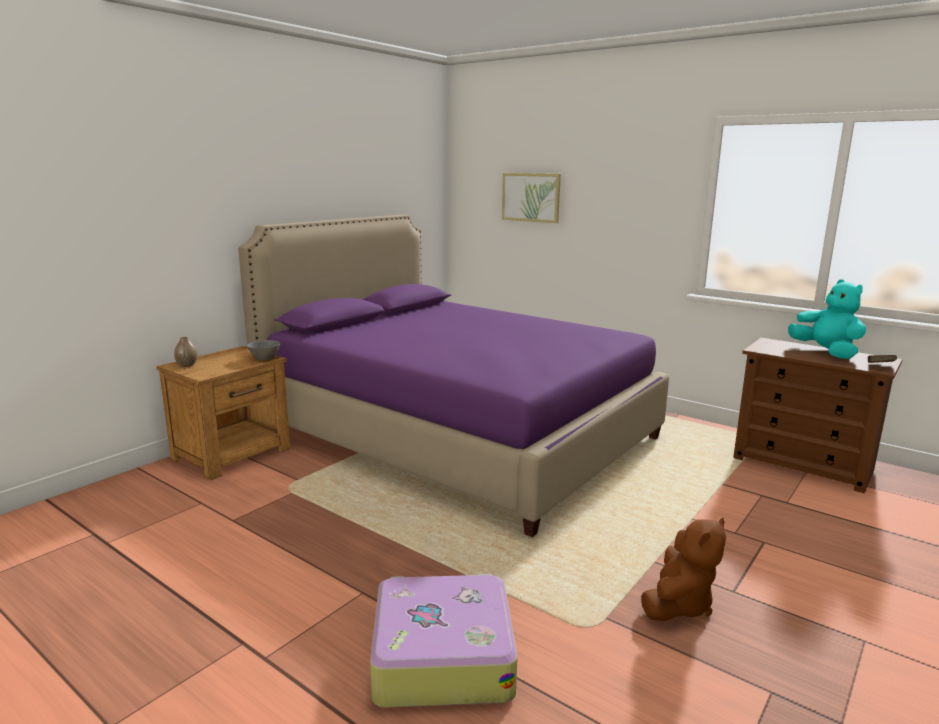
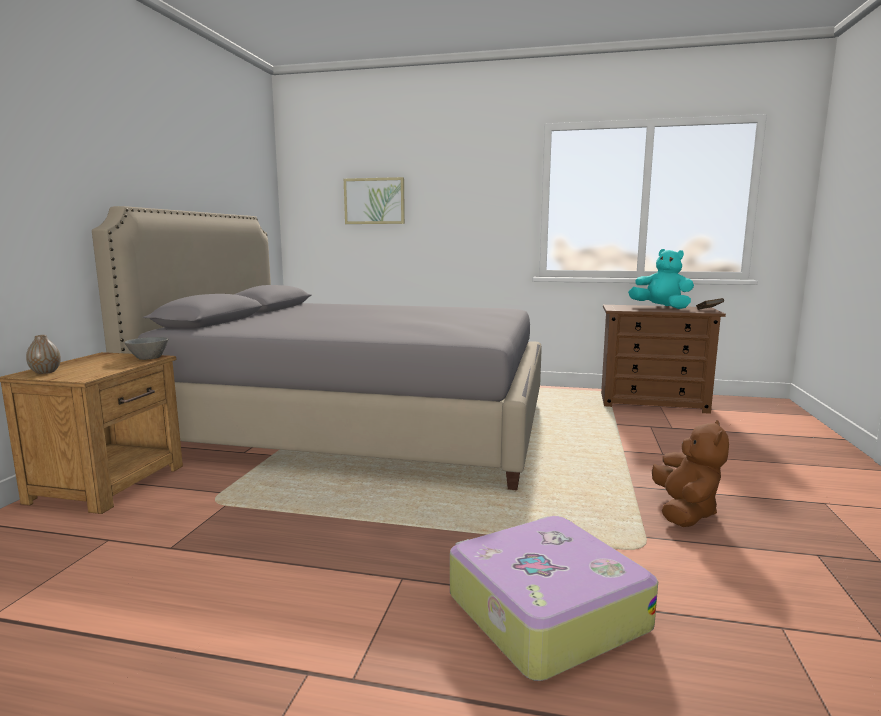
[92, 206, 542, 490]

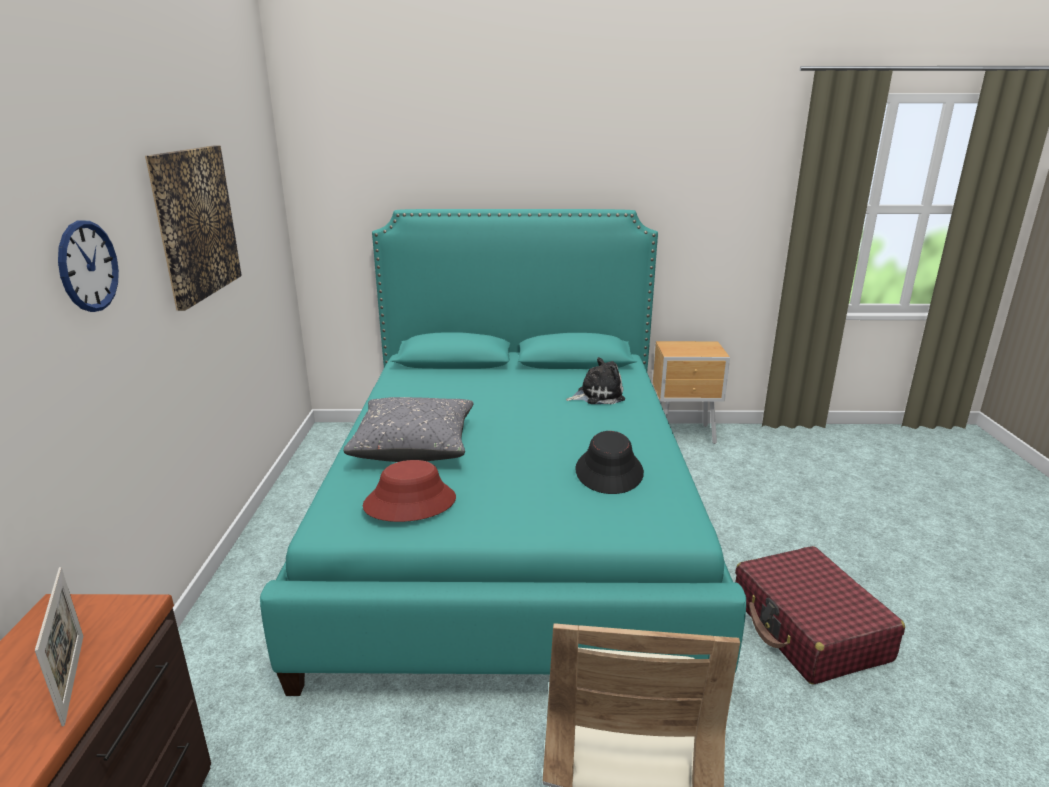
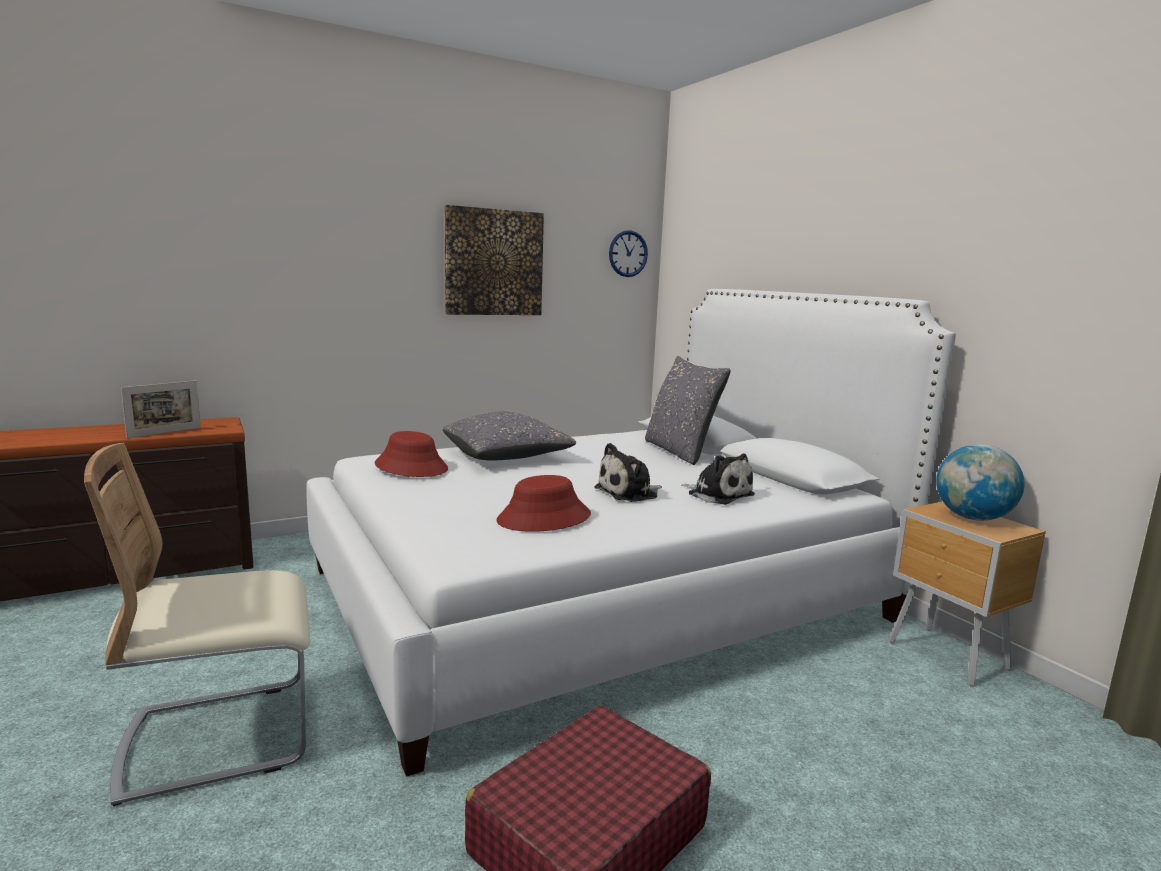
[306, 289, 956, 777]
[496, 475, 591, 532]
[594, 443, 662, 502]
[609, 230, 648, 277]
[645, 356, 731, 465]
[936, 444, 1024, 521]

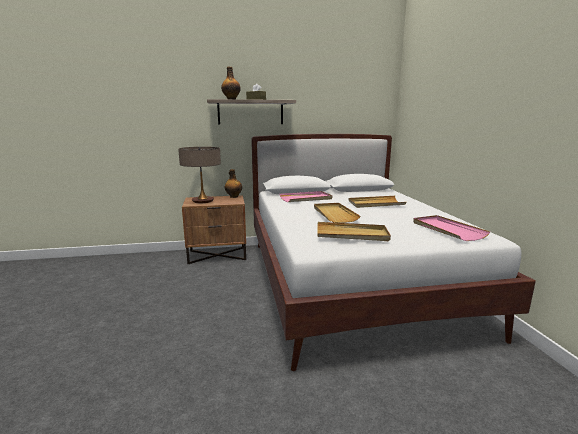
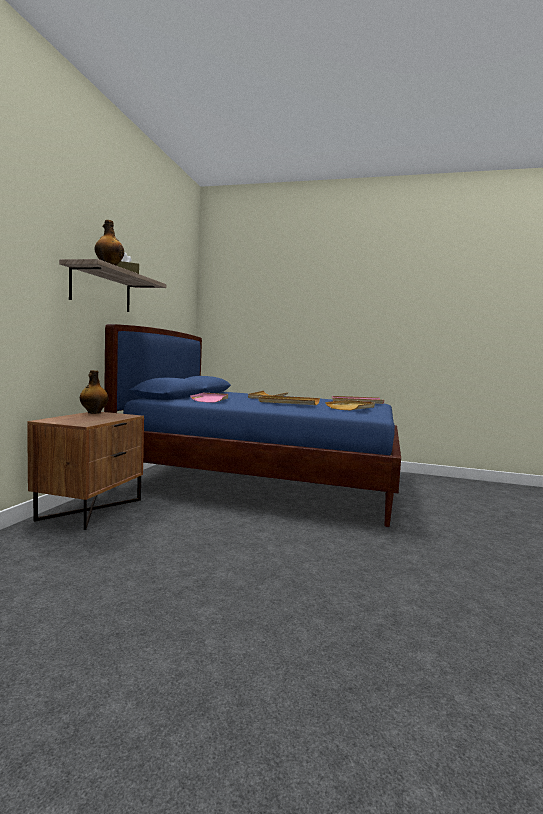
[104, 324, 401, 527]
[178, 147, 221, 203] (first image)

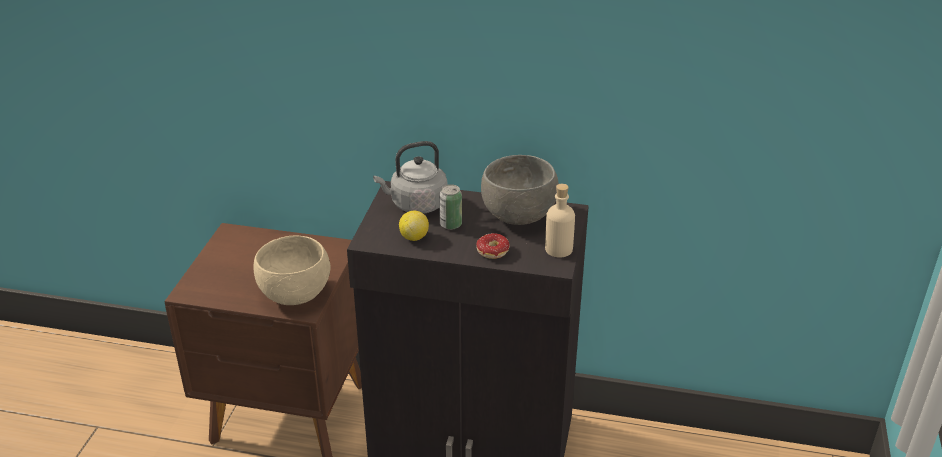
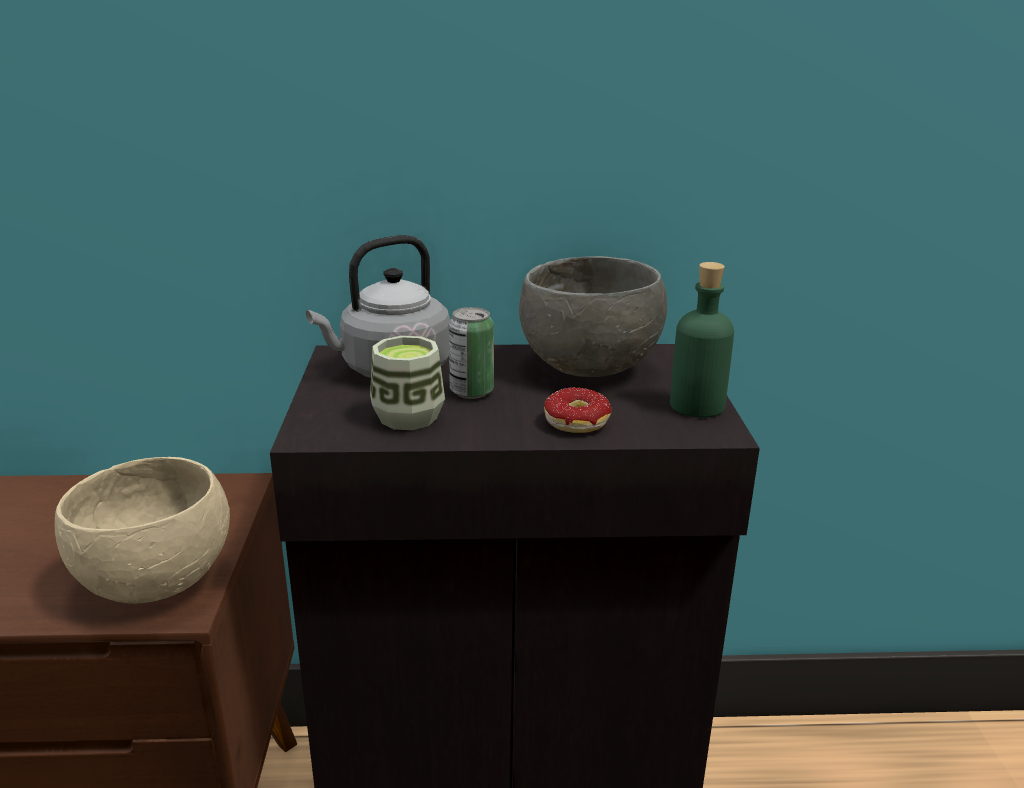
[370, 336, 445, 430]
[670, 262, 734, 418]

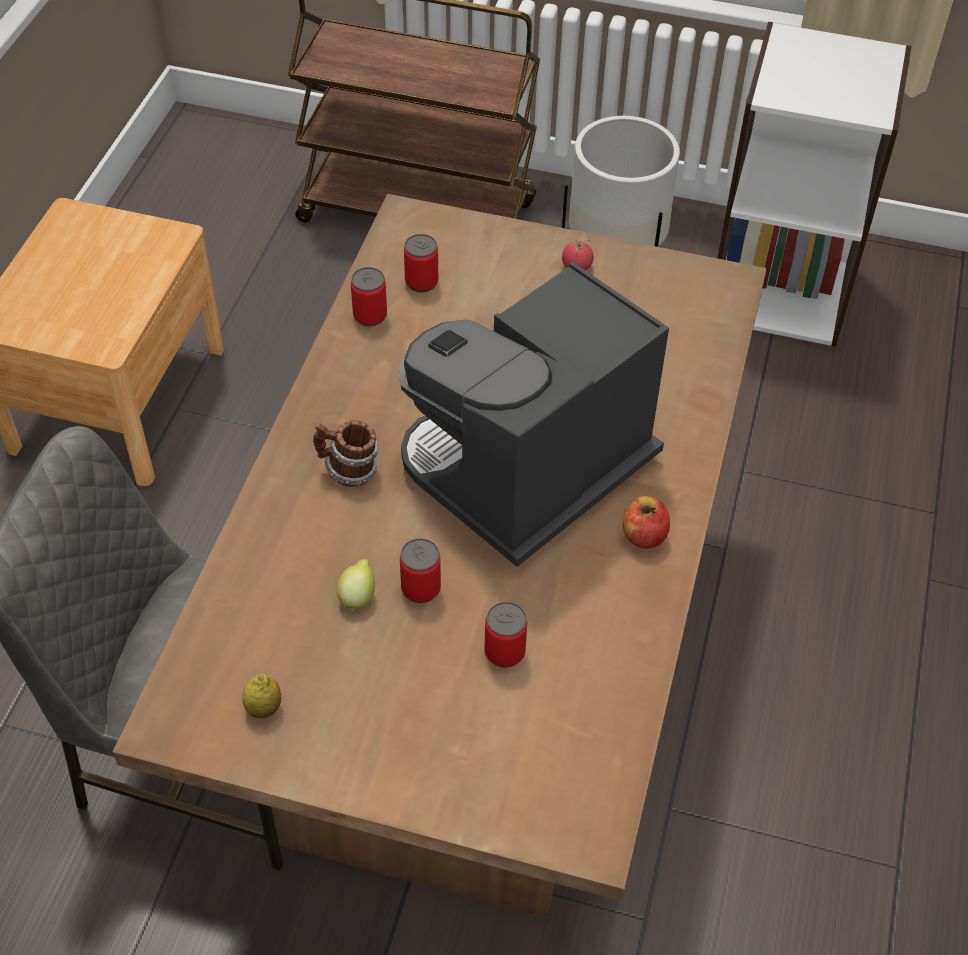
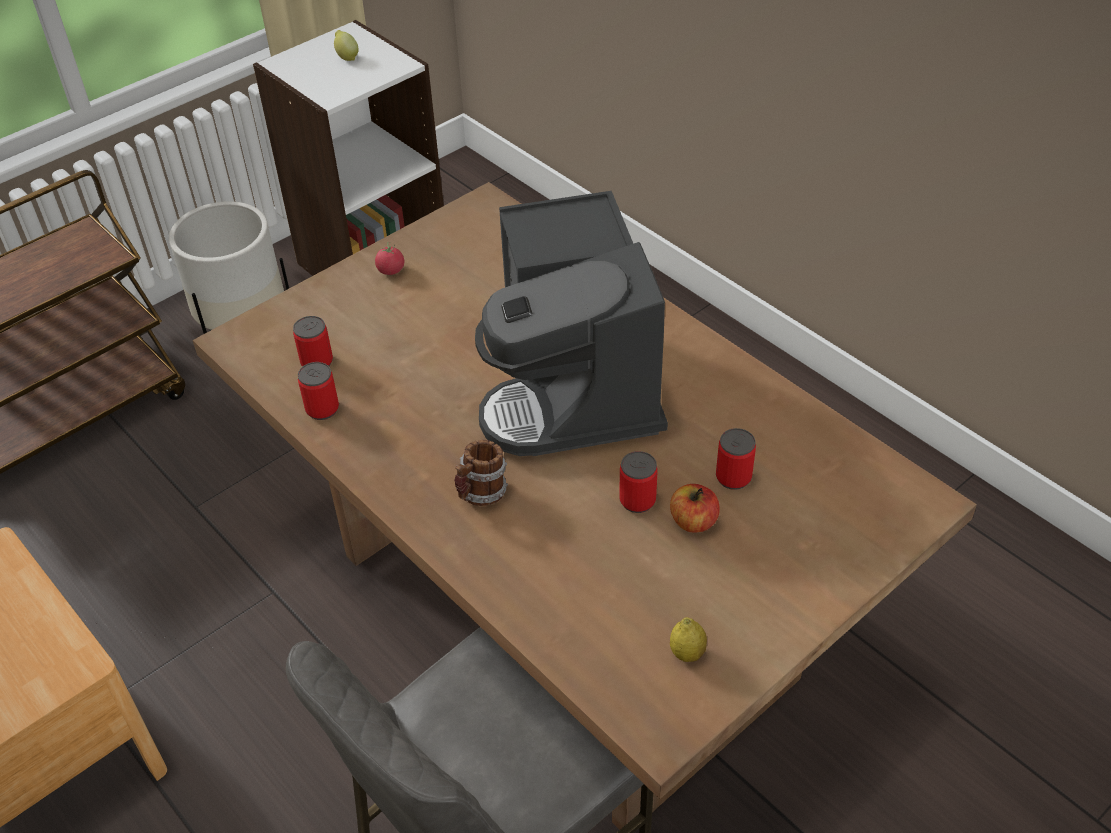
[334, 30, 359, 61]
[670, 484, 720, 532]

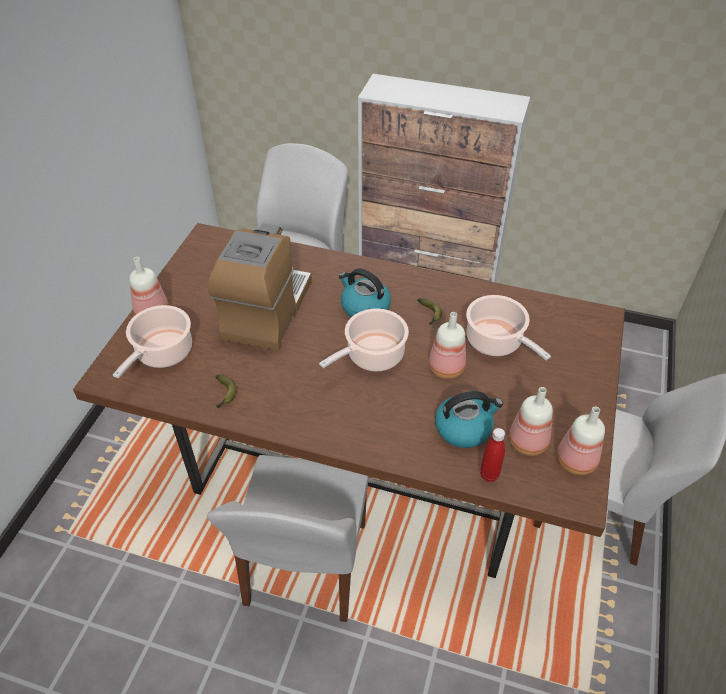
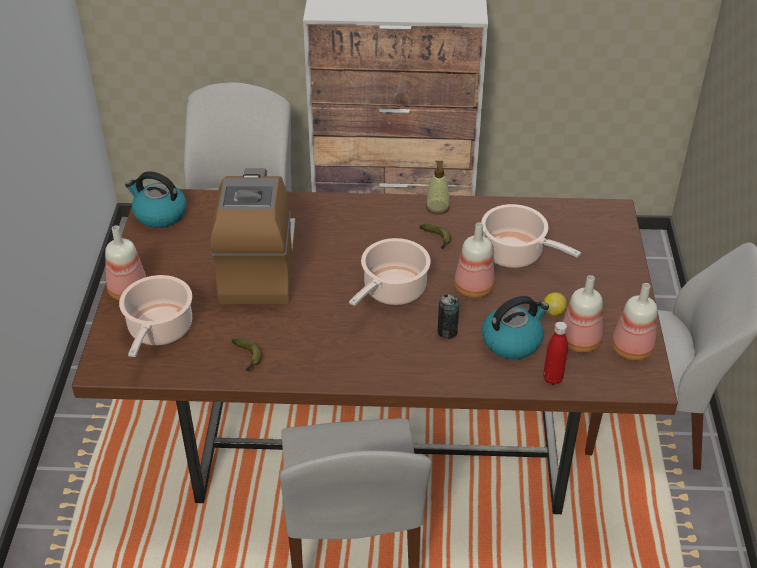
[125, 171, 187, 228]
[426, 161, 450, 214]
[438, 294, 459, 339]
[544, 292, 567, 316]

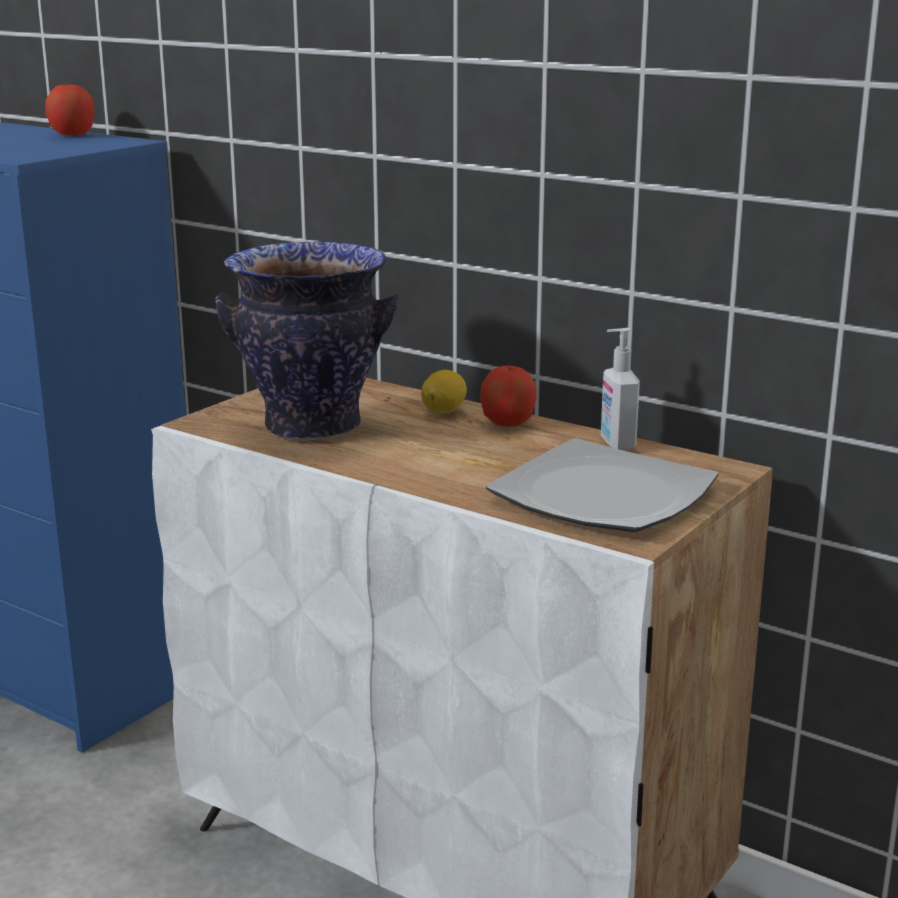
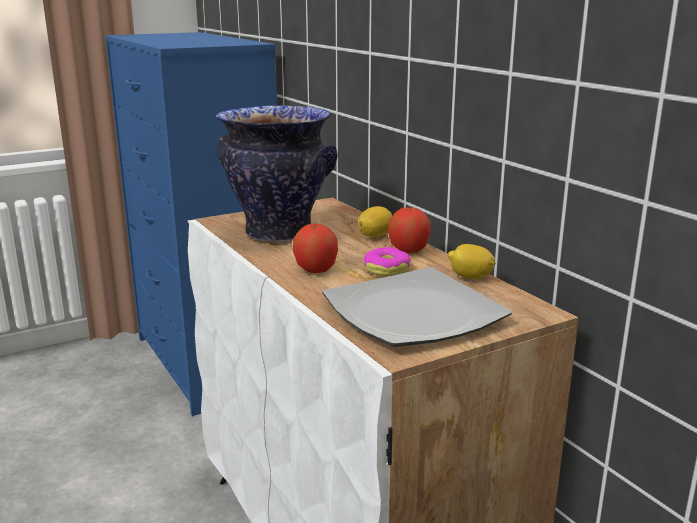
[293, 223, 338, 273]
[363, 247, 411, 276]
[448, 244, 496, 279]

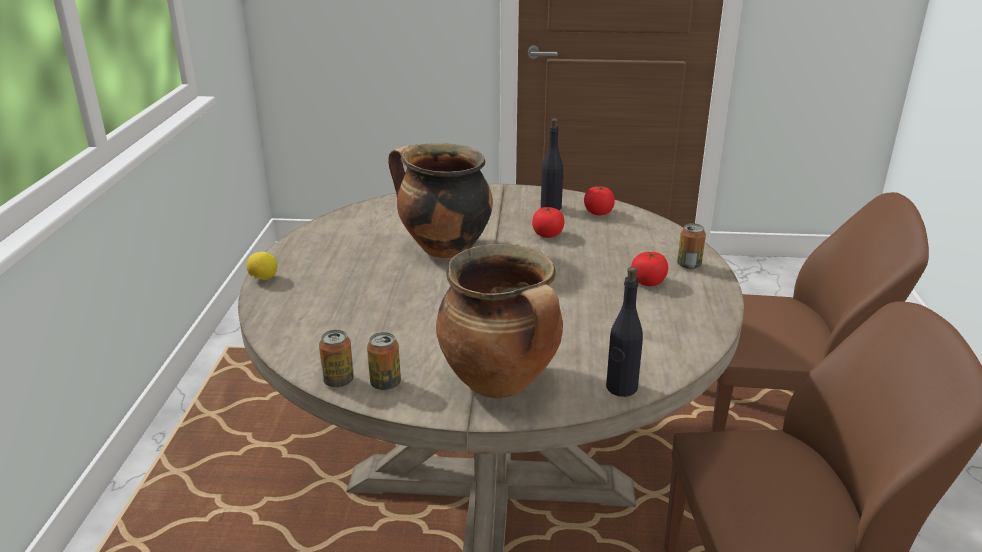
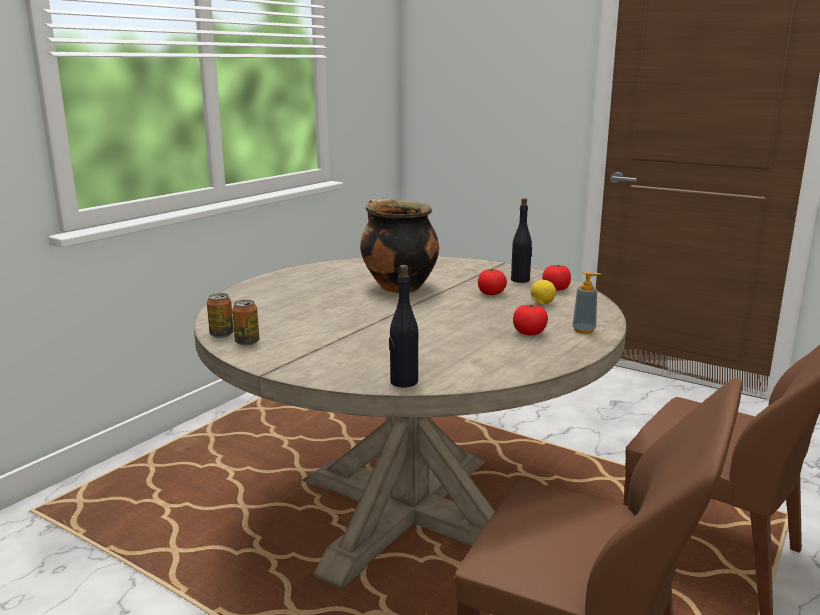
[531, 280, 556, 304]
[572, 272, 601, 334]
[436, 244, 563, 399] (first image)

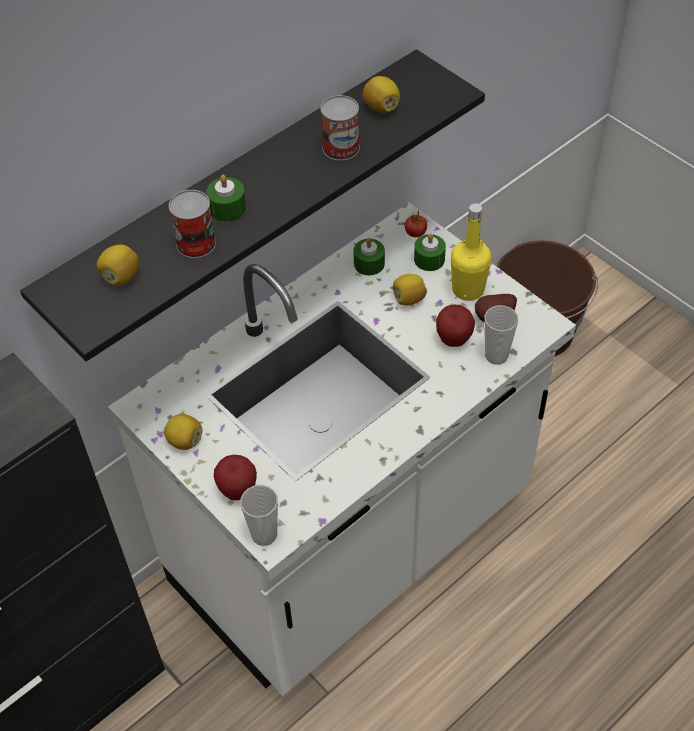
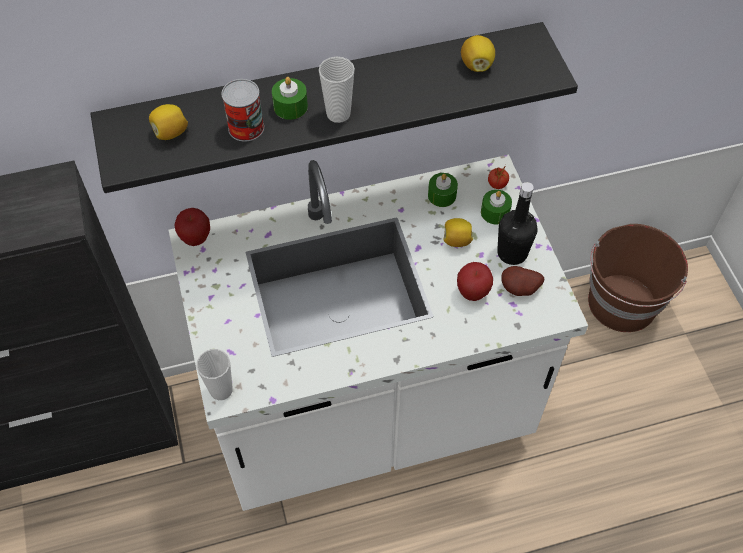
[174, 208, 210, 246]
[319, 57, 355, 123]
[497, 182, 538, 265]
[164, 414, 202, 450] (first image)
[320, 95, 360, 161] (first image)

